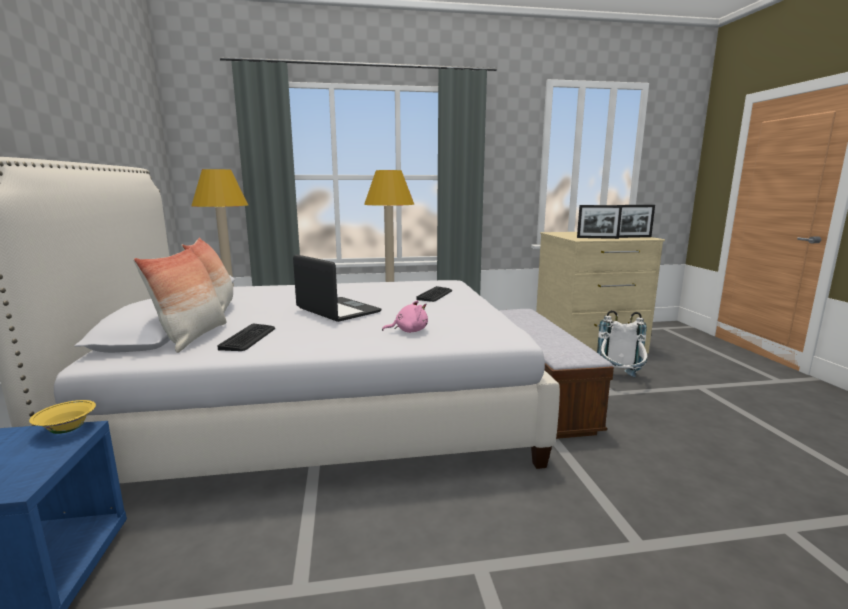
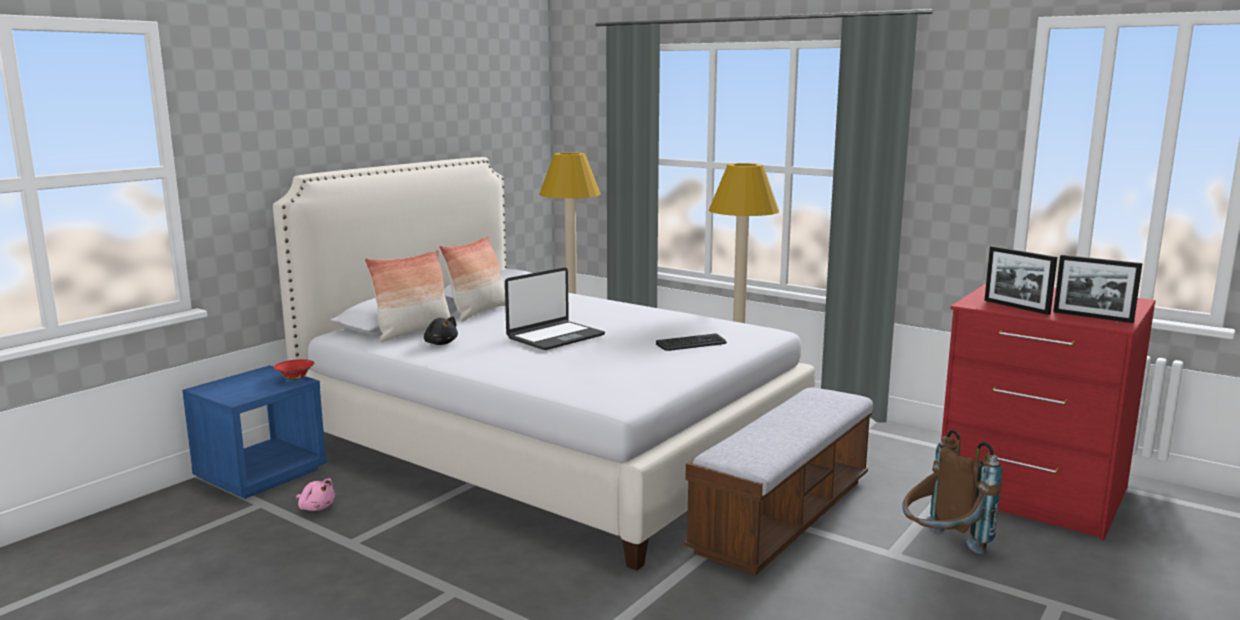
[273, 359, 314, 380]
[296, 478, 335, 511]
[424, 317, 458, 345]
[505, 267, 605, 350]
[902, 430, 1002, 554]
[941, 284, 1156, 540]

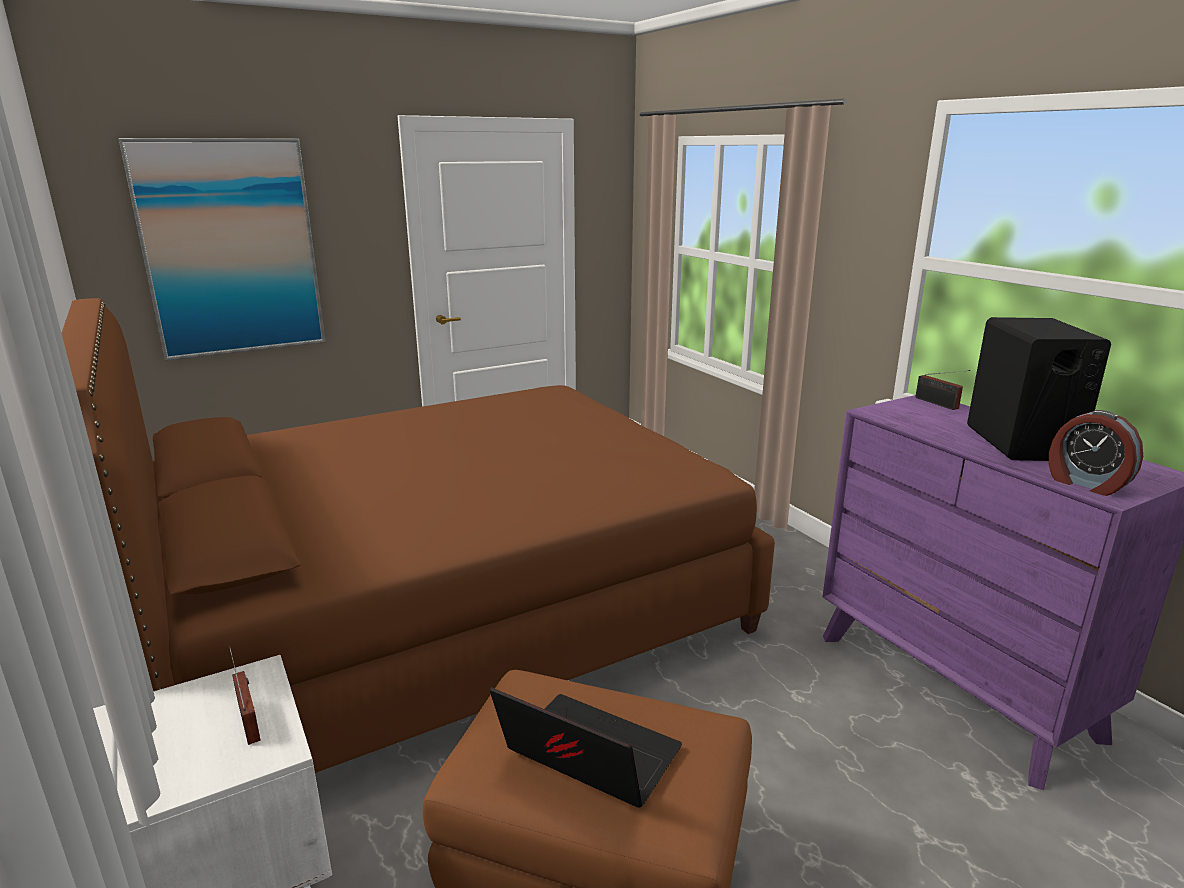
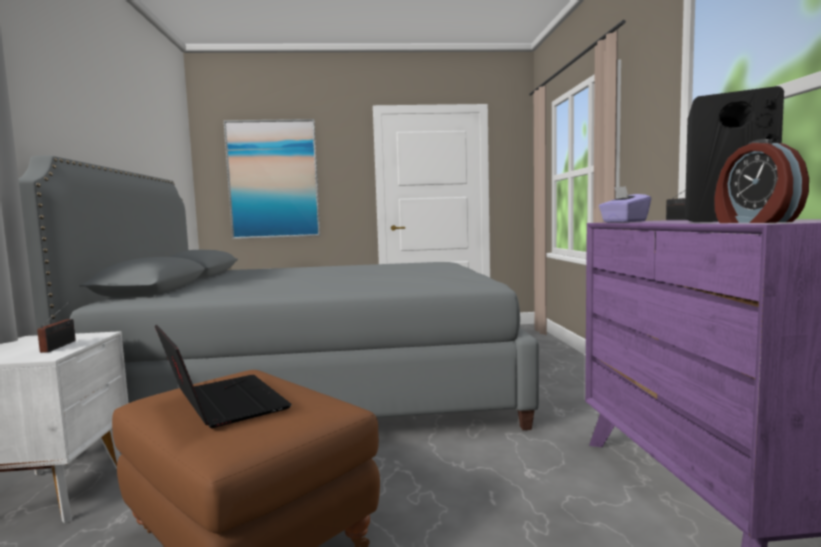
[18, 156, 539, 433]
[599, 186, 651, 222]

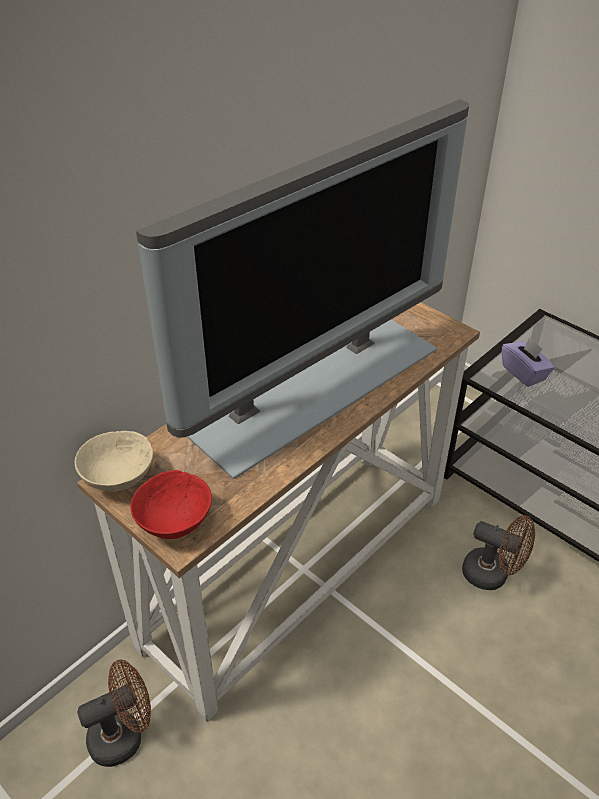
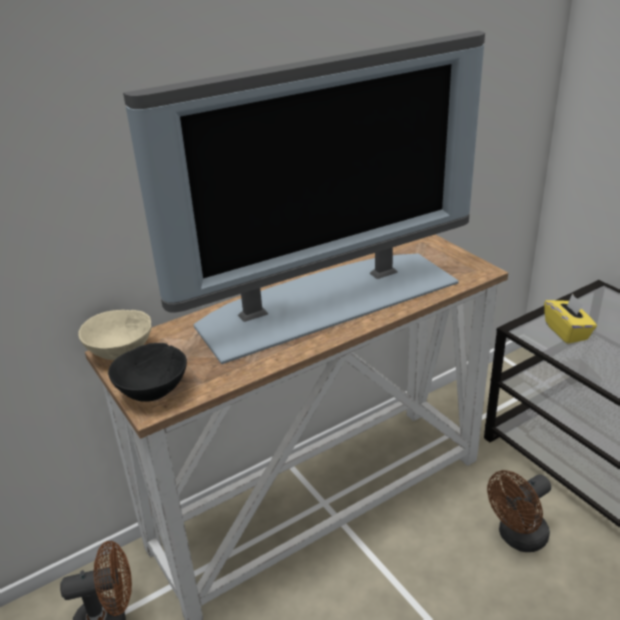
[108, 343, 187, 402]
[487, 470, 551, 552]
[544, 294, 597, 344]

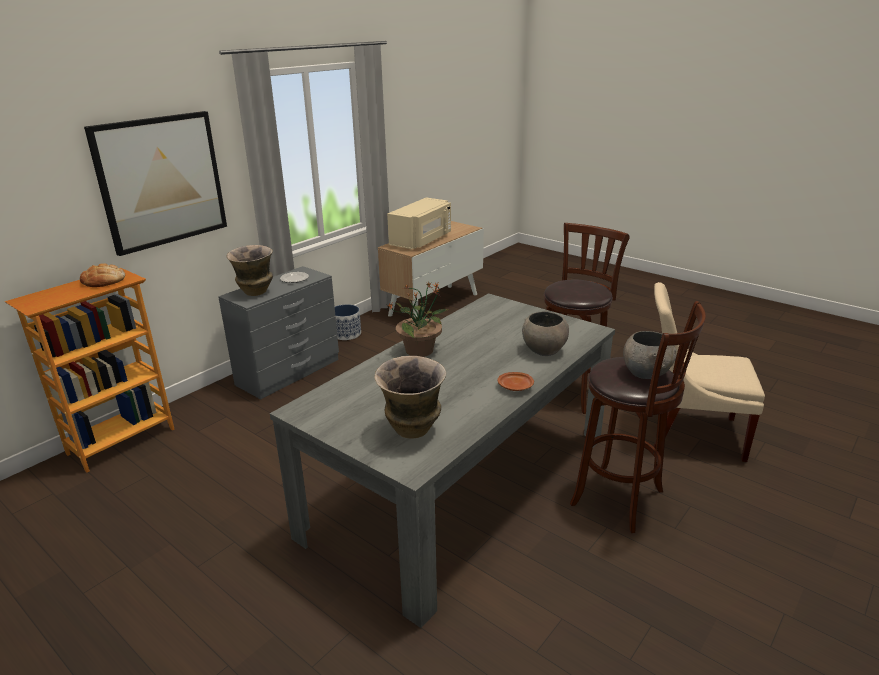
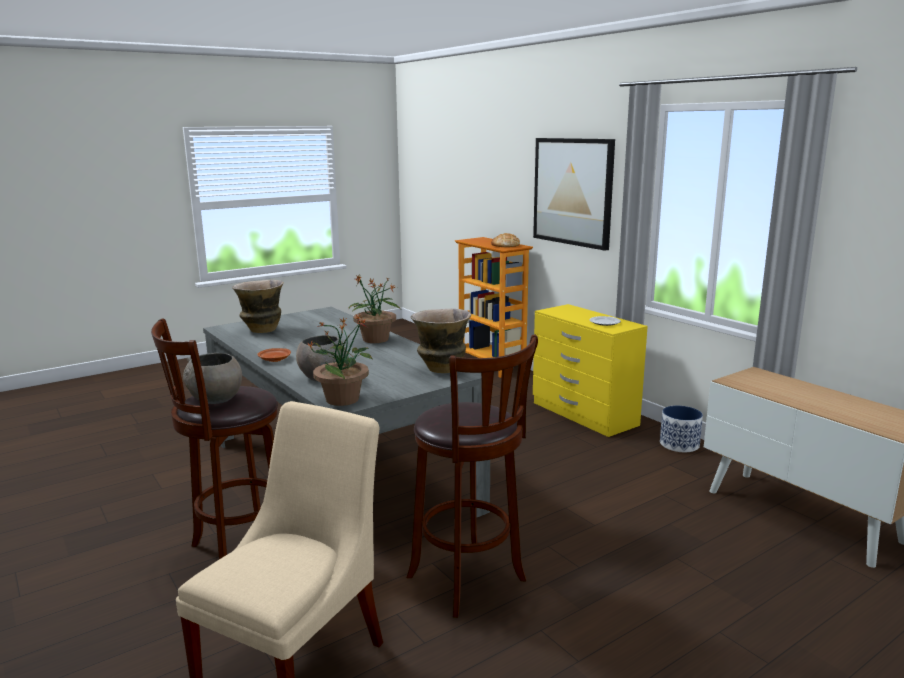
[307, 314, 373, 406]
[411, 309, 471, 373]
[533, 304, 648, 437]
[387, 197, 451, 249] (first image)

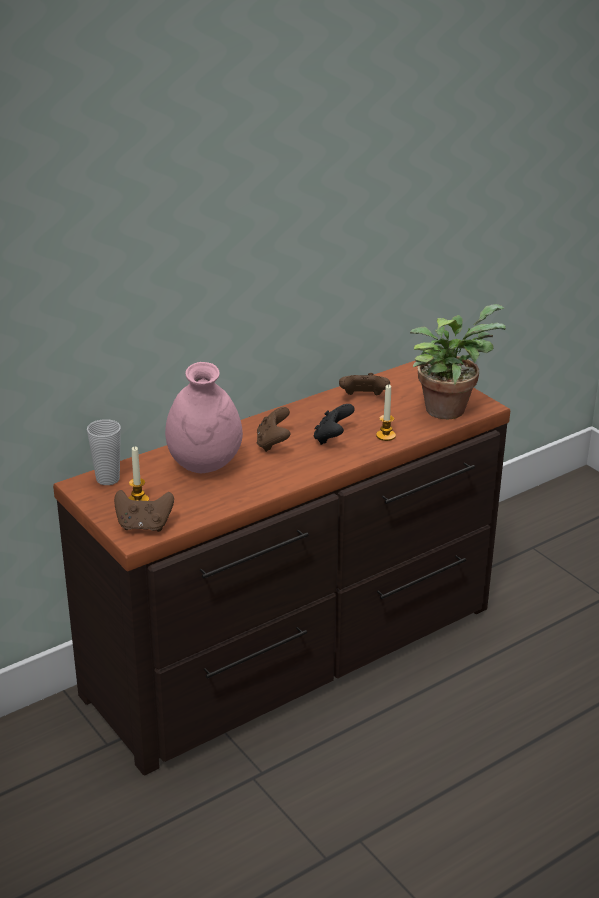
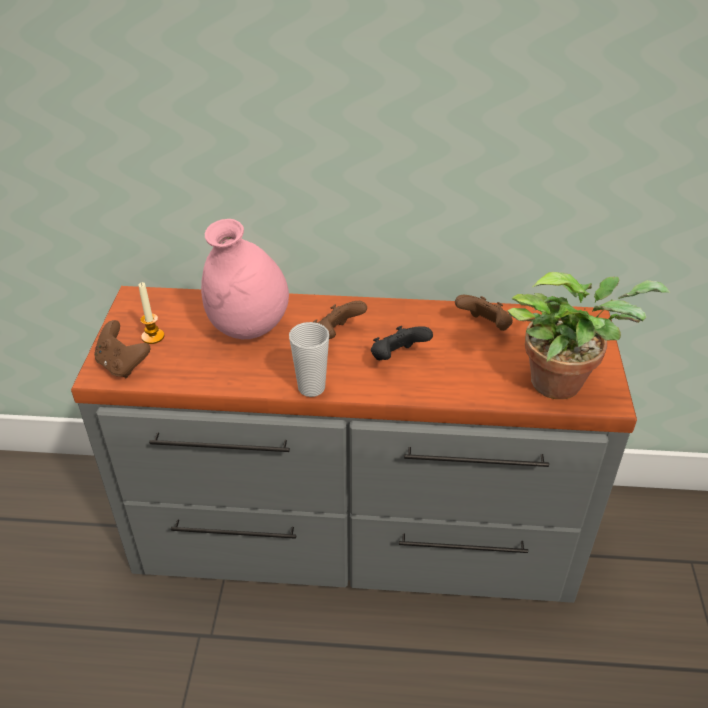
[71, 286, 637, 603]
[289, 322, 329, 397]
[376, 384, 396, 441] (first image)

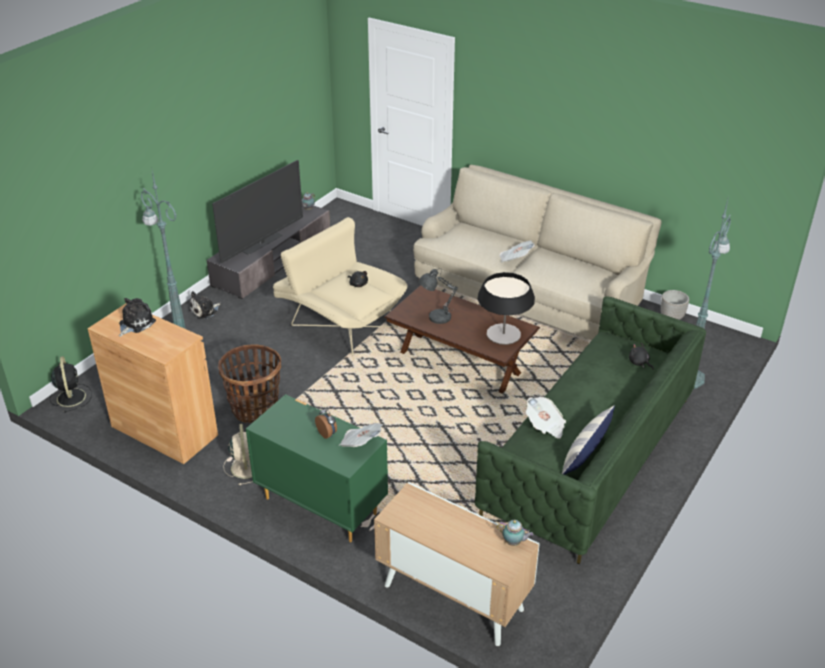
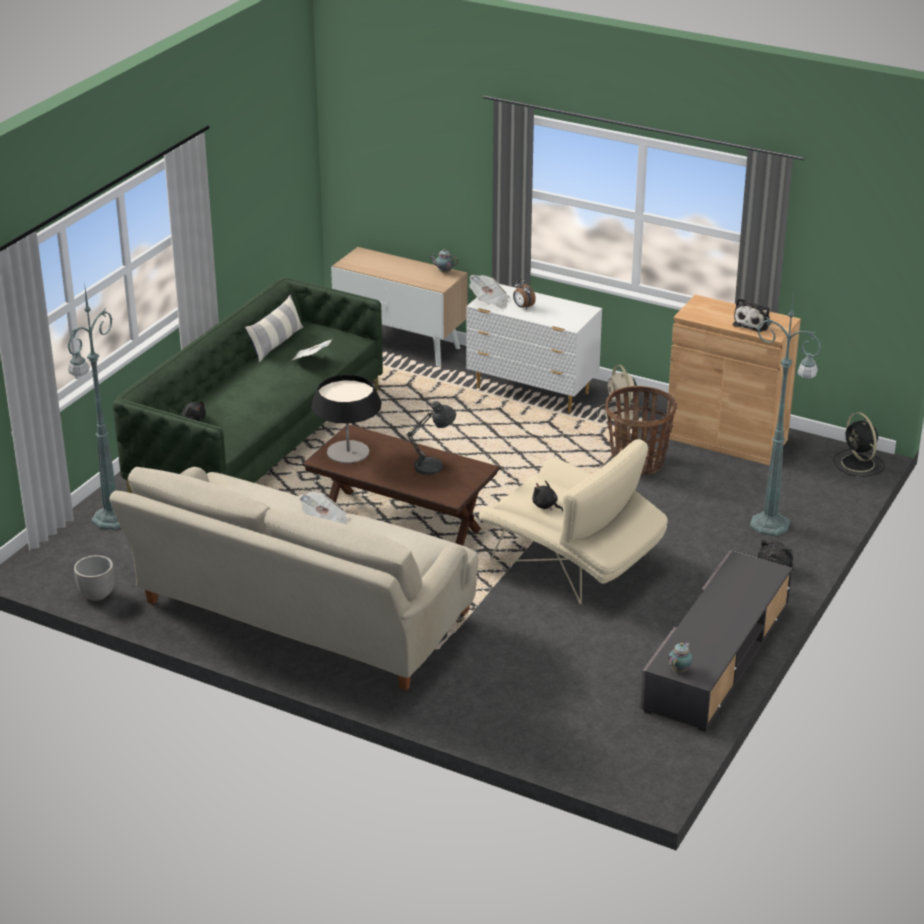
[429, 249, 459, 273]
[466, 284, 602, 413]
[212, 160, 303, 263] (first image)

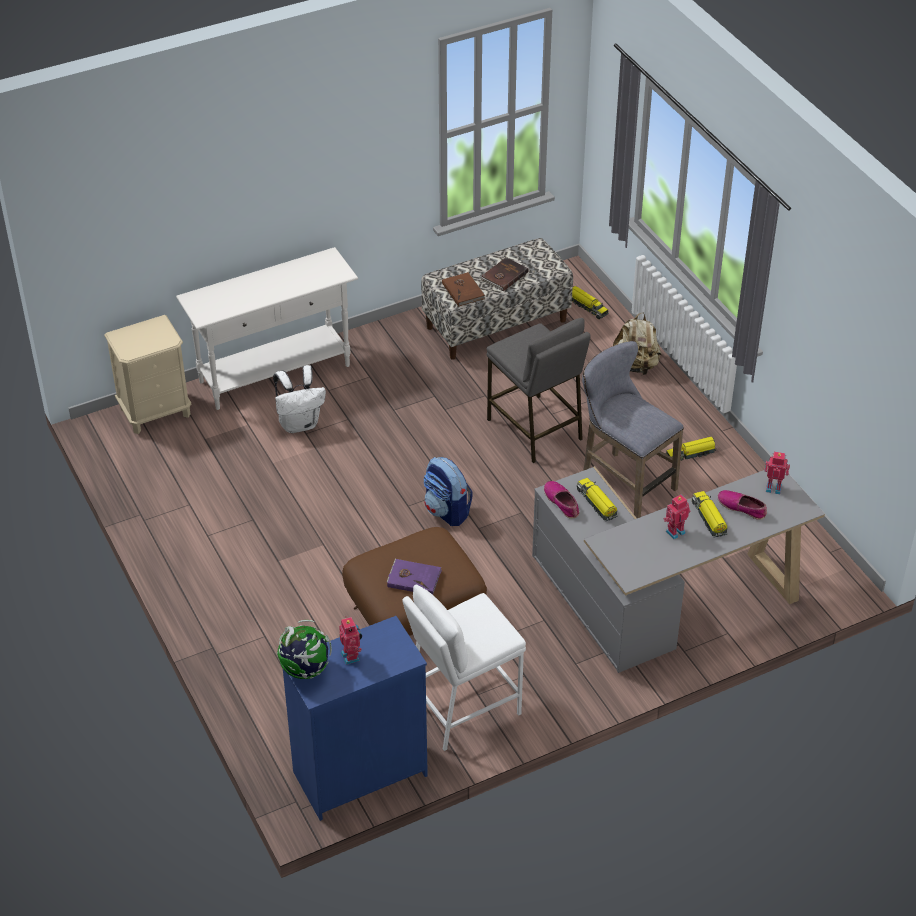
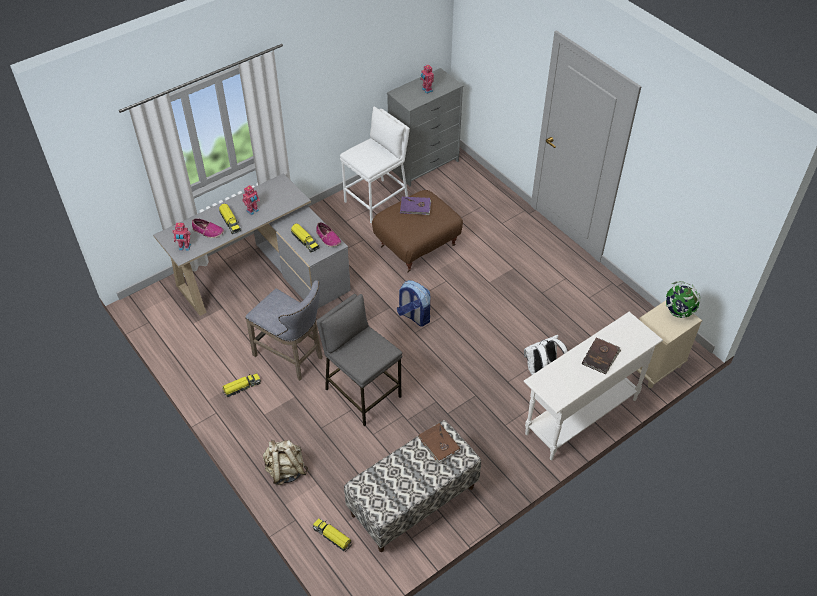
[387, 68, 464, 187]
[582, 338, 621, 374]
[666, 281, 700, 318]

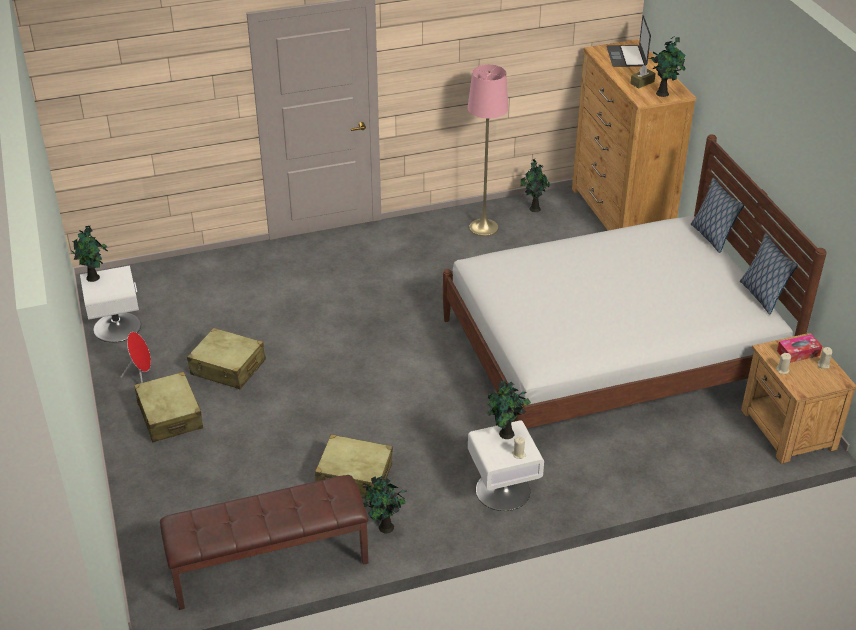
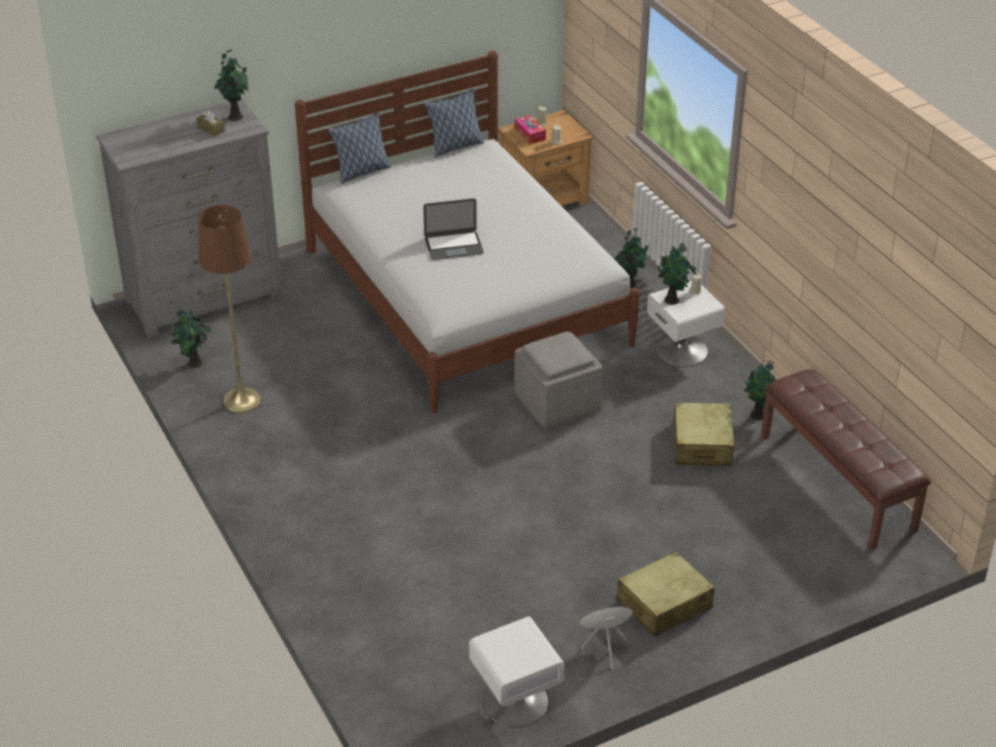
[96, 98, 283, 337]
[198, 205, 261, 413]
[423, 198, 484, 260]
[514, 332, 603, 429]
[614, 228, 649, 289]
[187, 328, 266, 389] (first image)

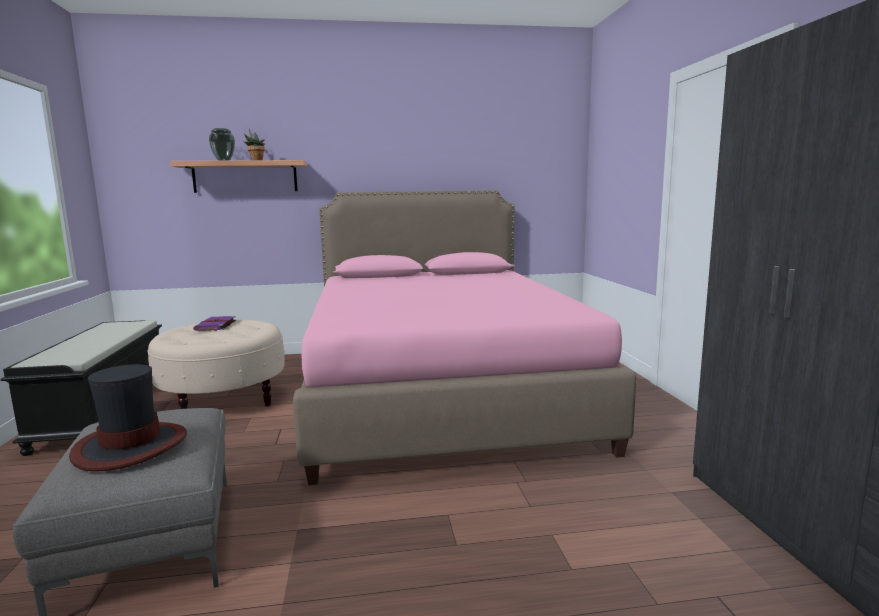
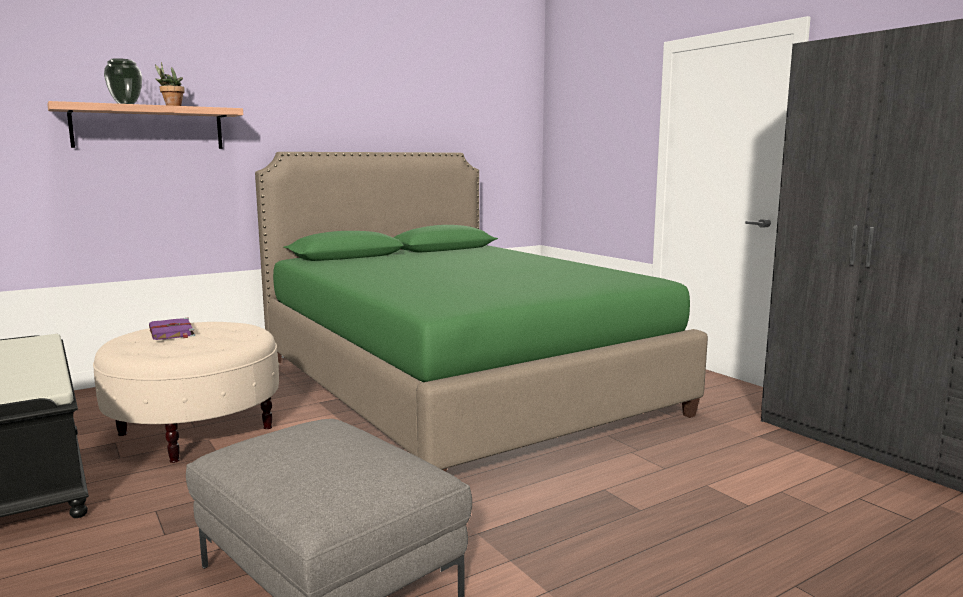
[255, 152, 708, 471]
[69, 364, 187, 472] (first image)

